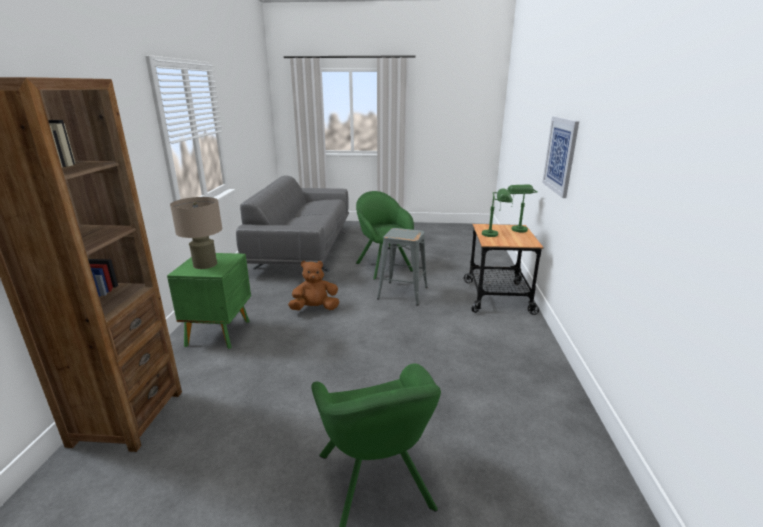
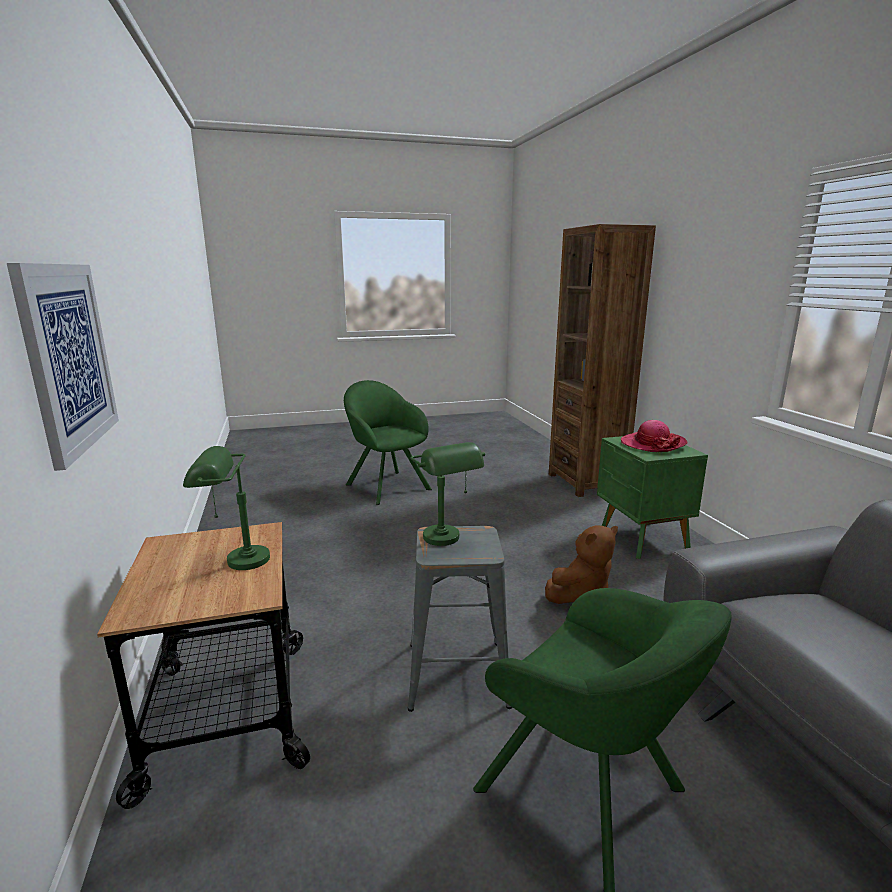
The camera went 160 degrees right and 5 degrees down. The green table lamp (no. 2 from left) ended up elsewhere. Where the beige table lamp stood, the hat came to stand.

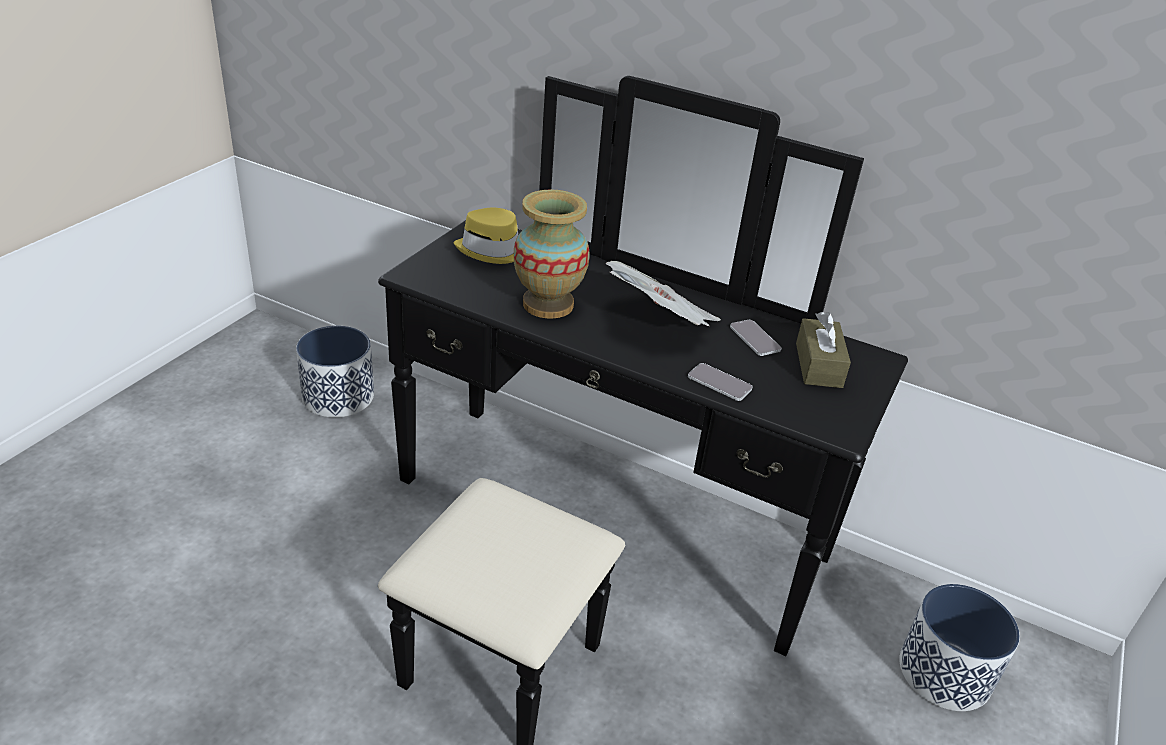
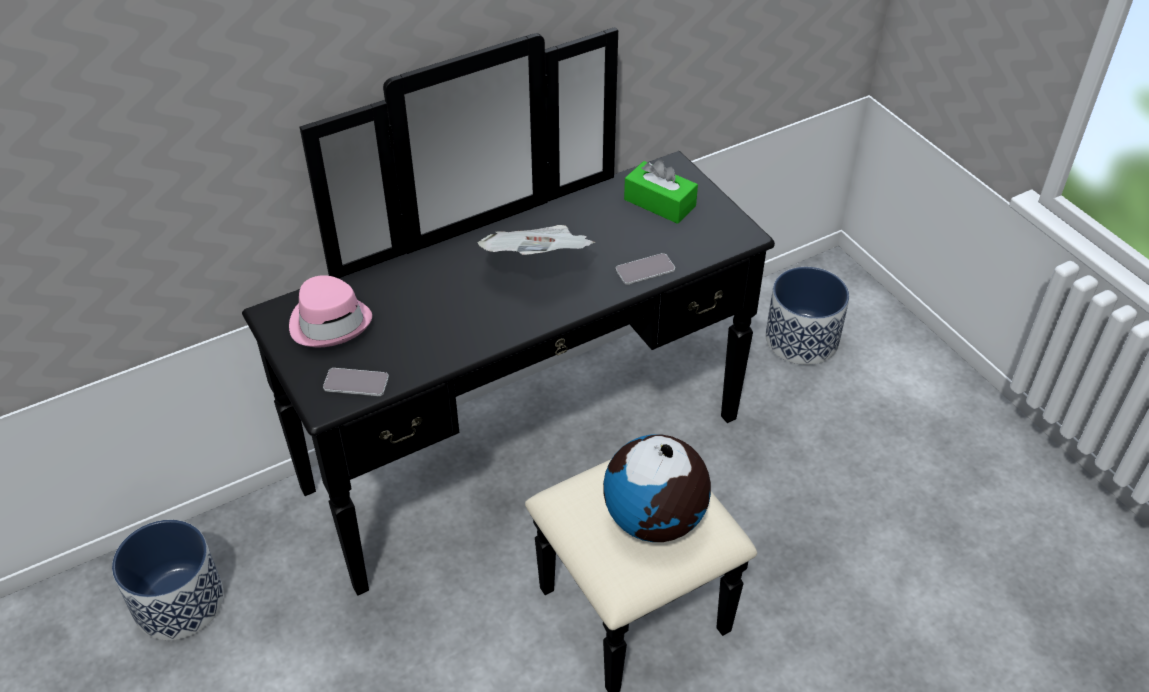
The camera went 55 degrees left and 10 degrees up. The second view lost the vase. What was the yellow hat turned into the pink hat. What was the brown tissue box turned into the green tissue box. The phone (no. 2 from left in the first image) ended up elsewhere. The second view gained the globe.

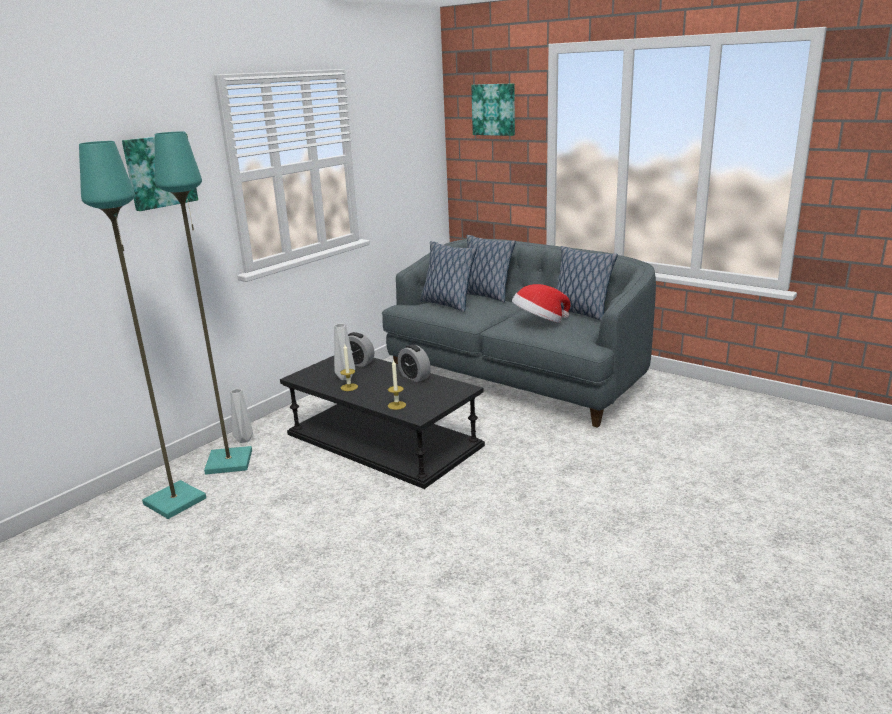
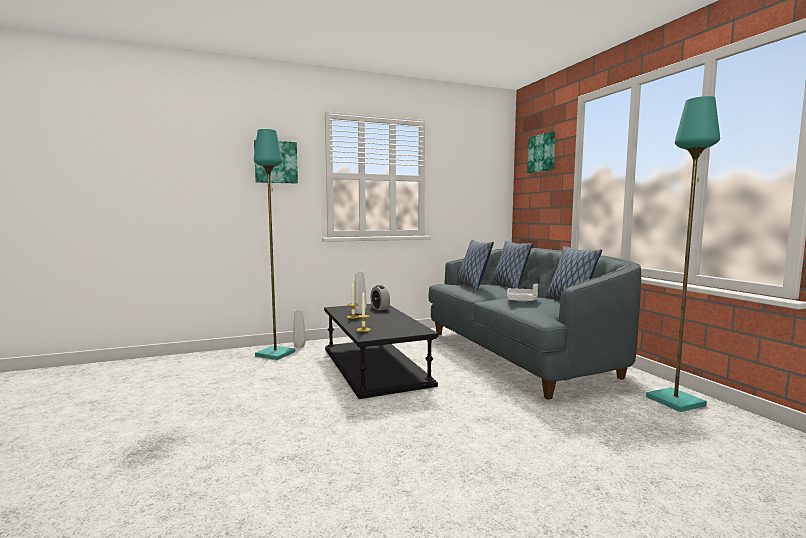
The camera went 30 degrees right and 15 degrees down. The turquoise floor lamp (no. 1 from left in the first image) ended up elsewhere. Where the hat stood, the grey tray came to stand. The second view lost the alarm clock (no. 2 from left).

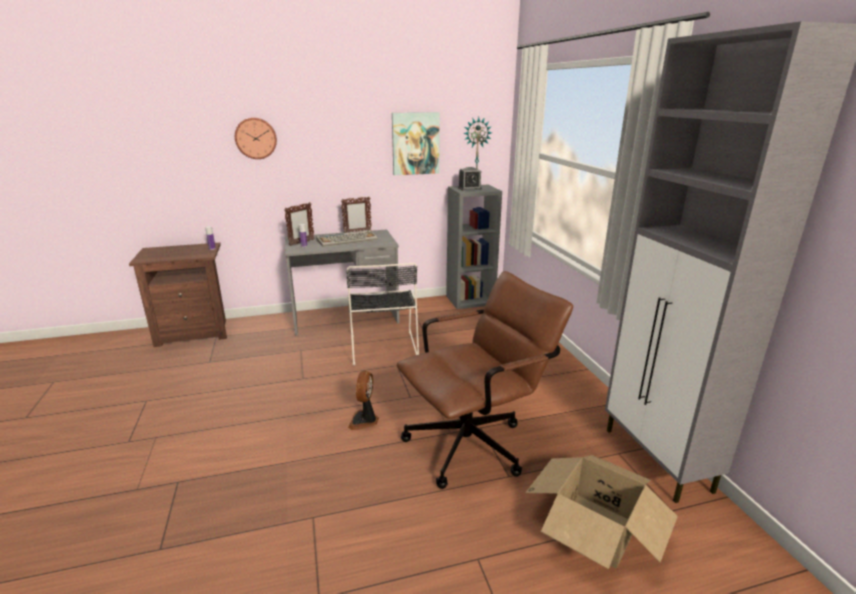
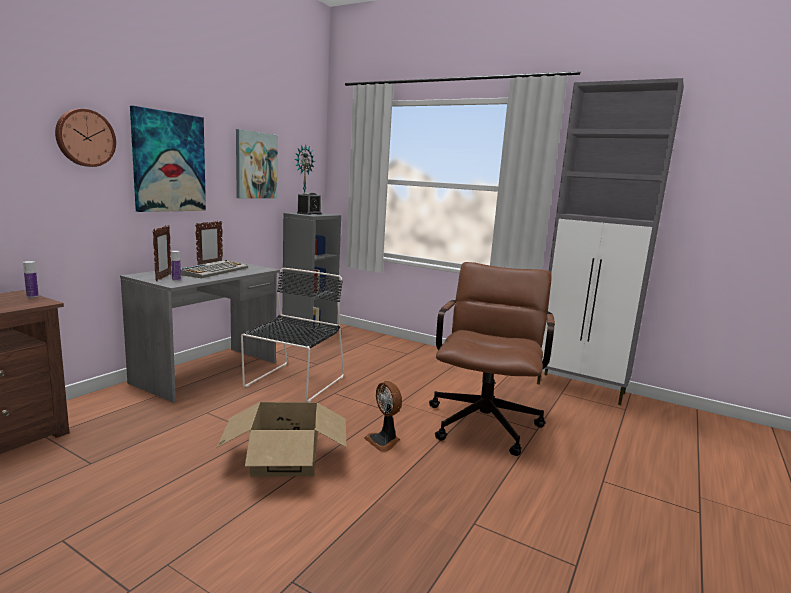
The camera went 45 degrees left and 10 degrees down. The black chair ended up facing another way, 105 degrees counterclockwise from before. The cardboard box ended up elsewhere. The second view gained the picture (no. 1 from left).

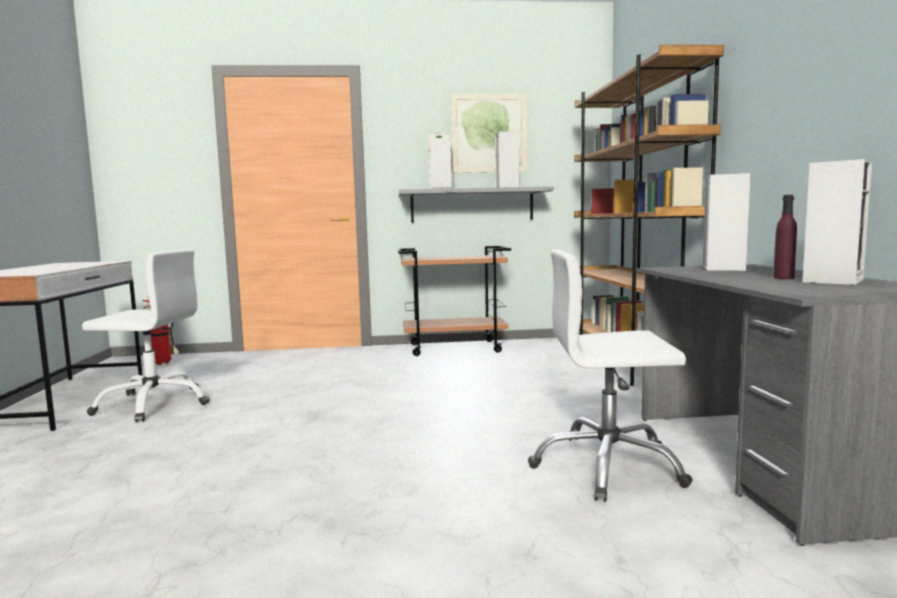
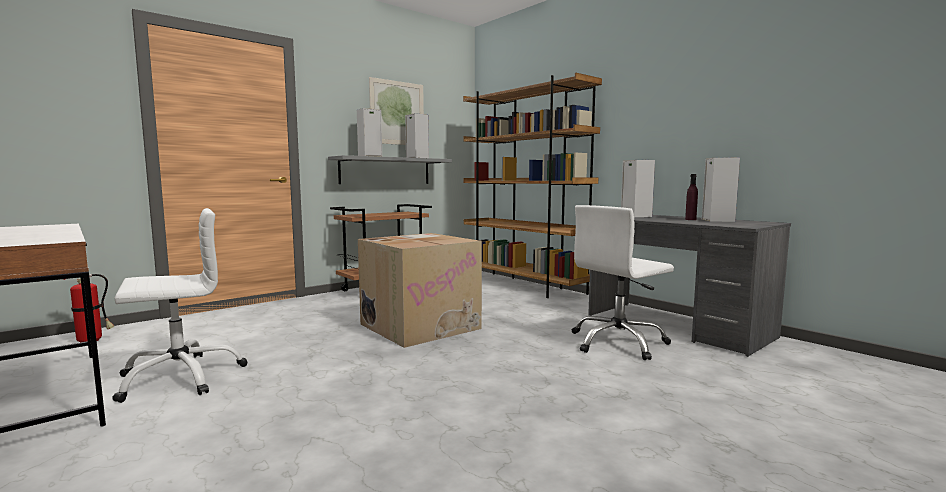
The camera went 35 degrees left and 0 degrees up. The second view gained the cardboard box.

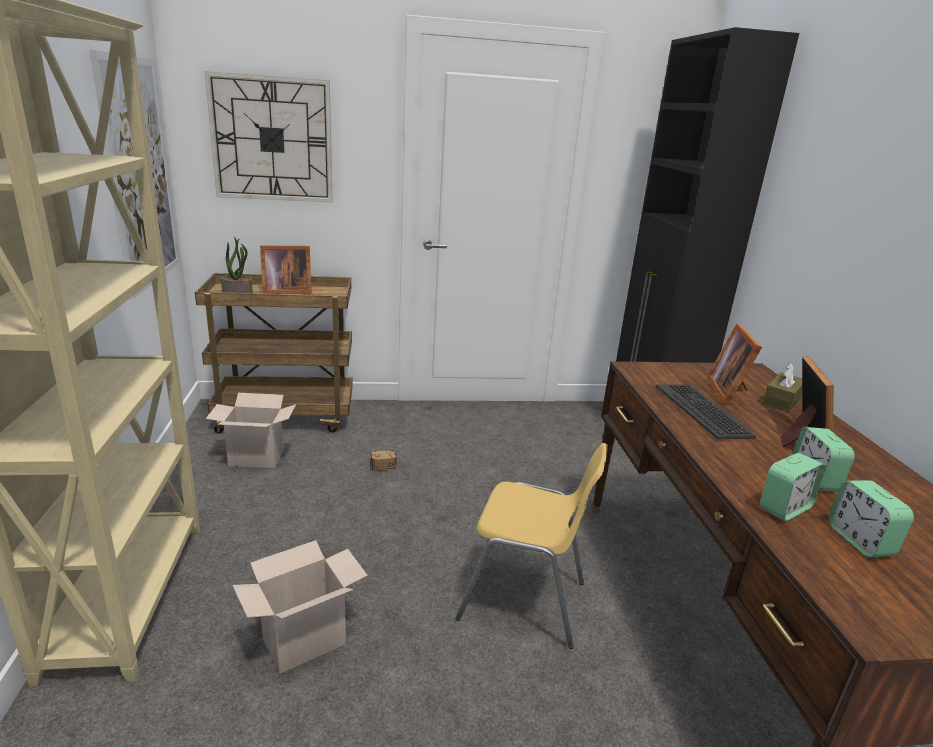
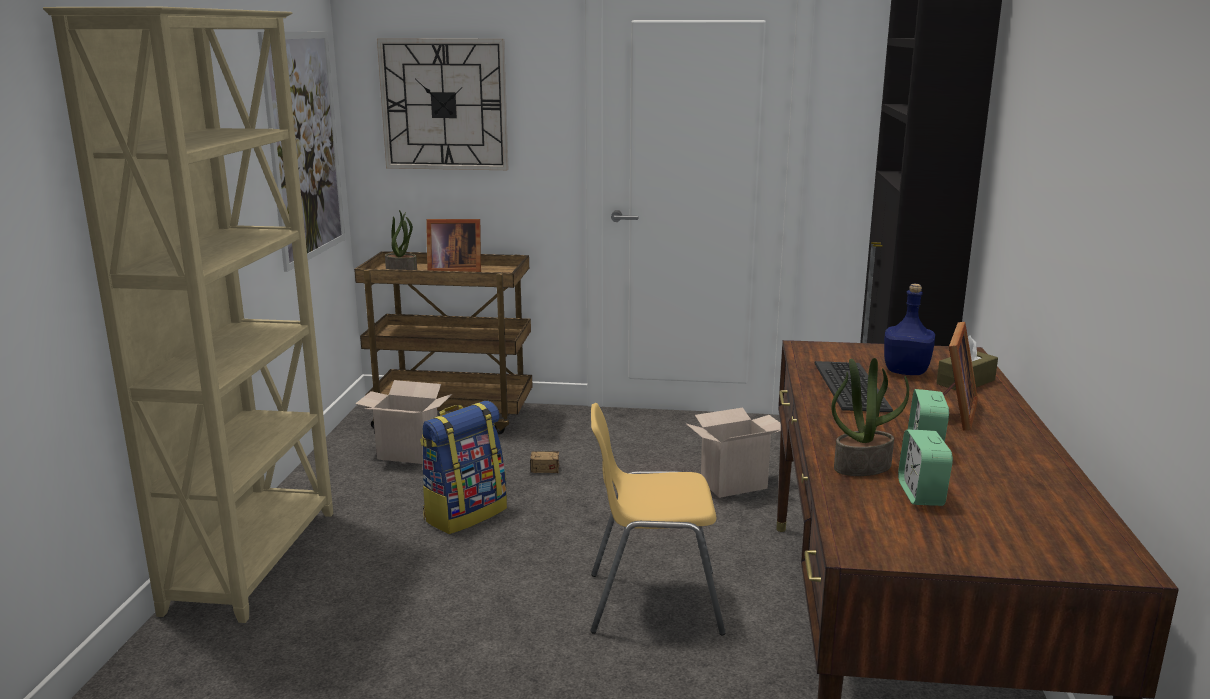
The camera went 15 degrees right and 5 degrees down. Where the picture frame (no. 2 from left) stood, the blue bottle came to stand. The yellow chair ended up facing another way, 150 degrees clockwise from before. Where the alarm clock (no. 1 from left) stood, the potted plant (no. 2 from left) came to stand. The cardboard box (no. 2 from left) ended up elsewhere. The second view gained the backpack.

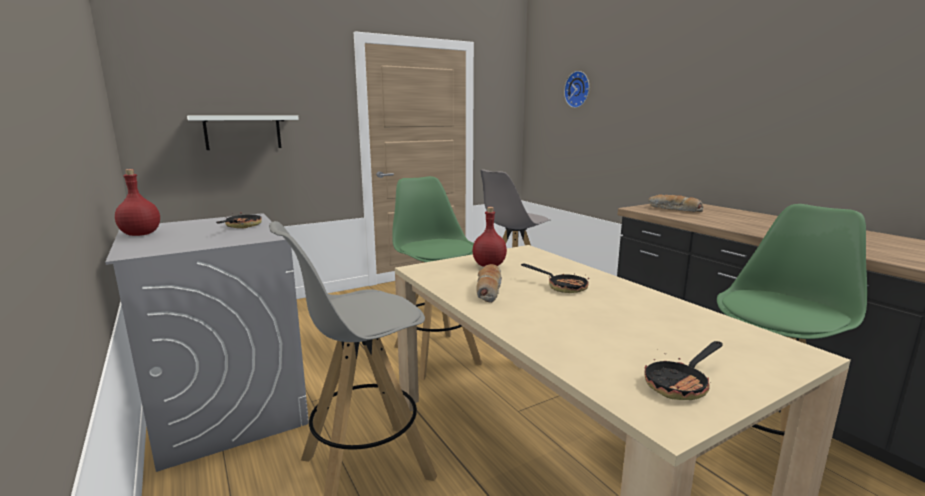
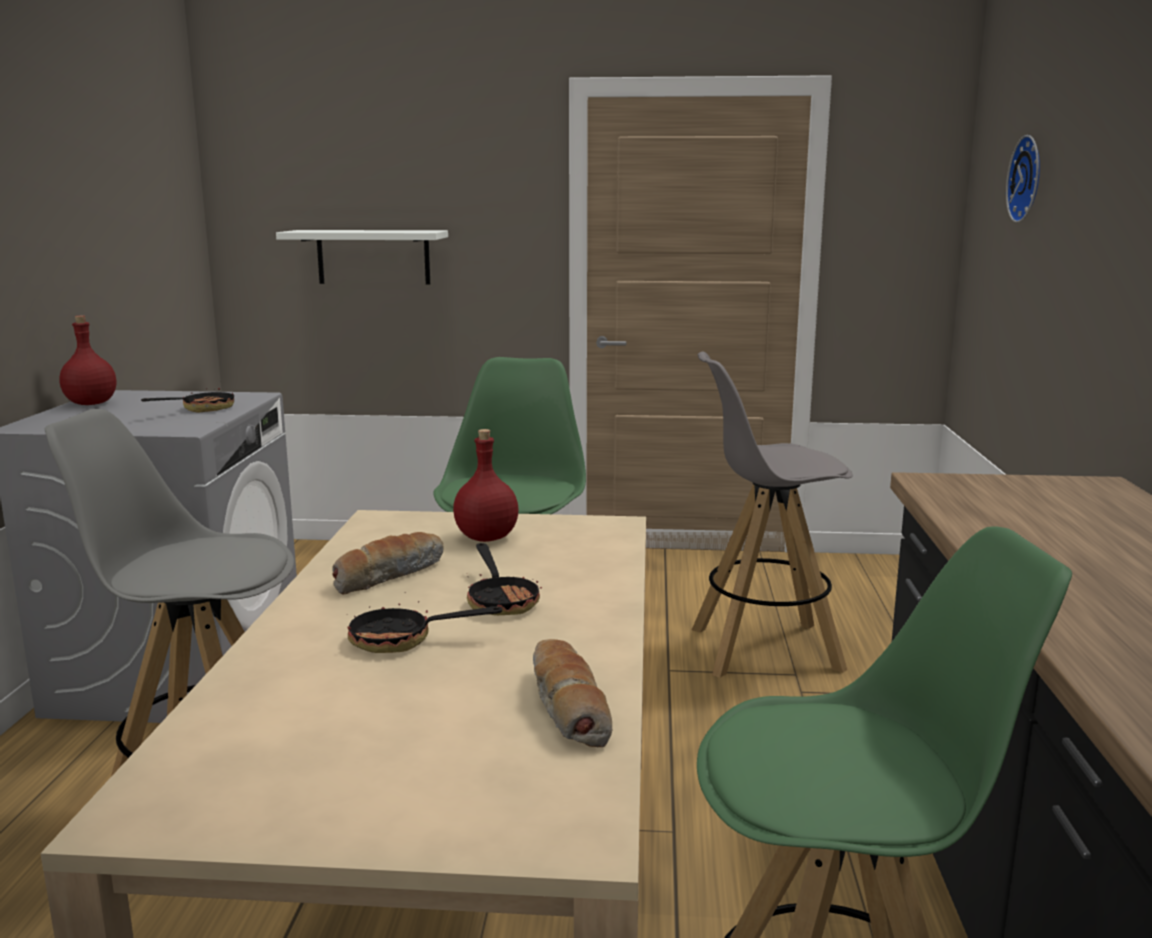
The camera went 35 degrees right and 0 degrees up. The bread (no. 2 from left) ended up elsewhere. The frying pan (no. 3 from left in the first image) ended up elsewhere.

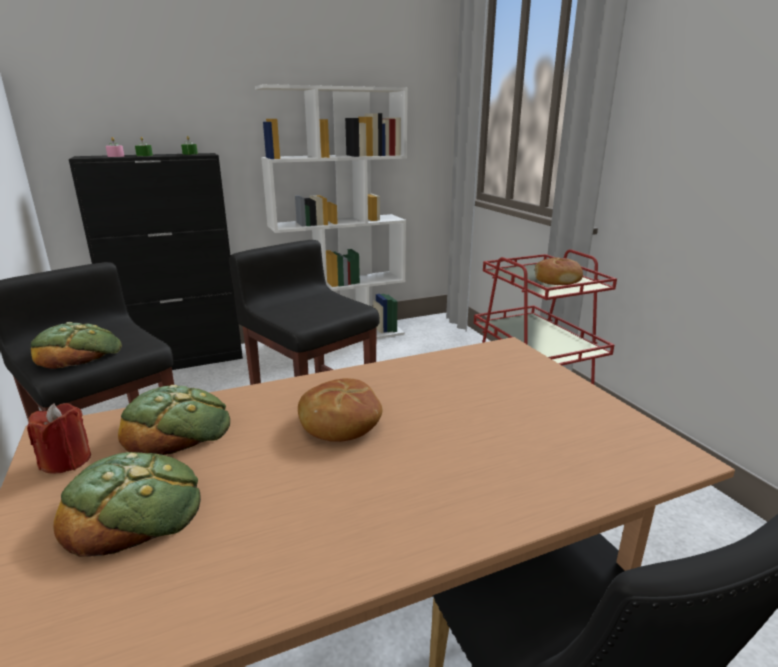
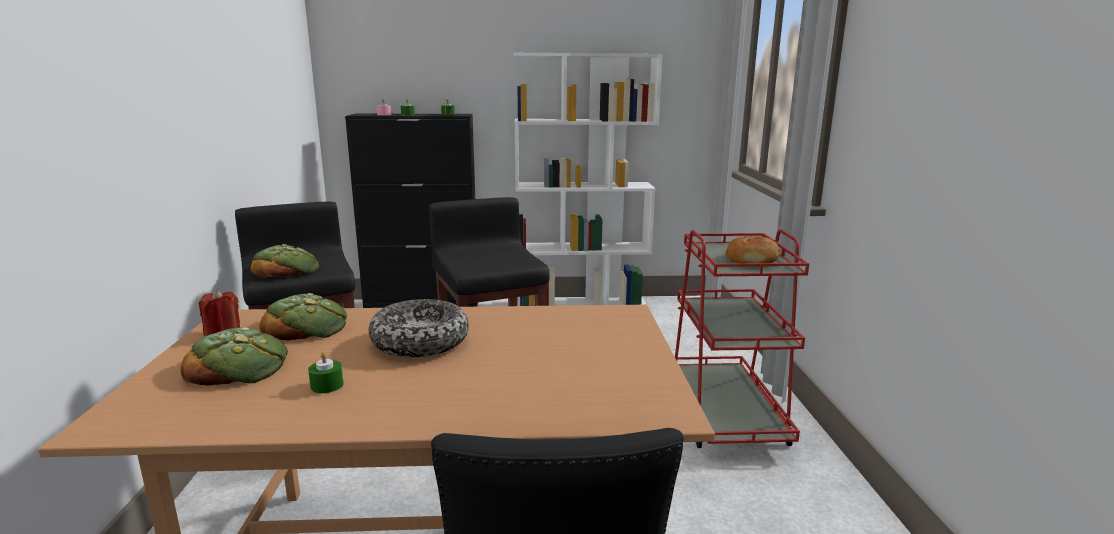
The camera went 20 degrees right and 5 degrees down. Where the bread (no. 4 from left) stood, the bowl came to stand. The second view gained the green candle (no. 1 from left).

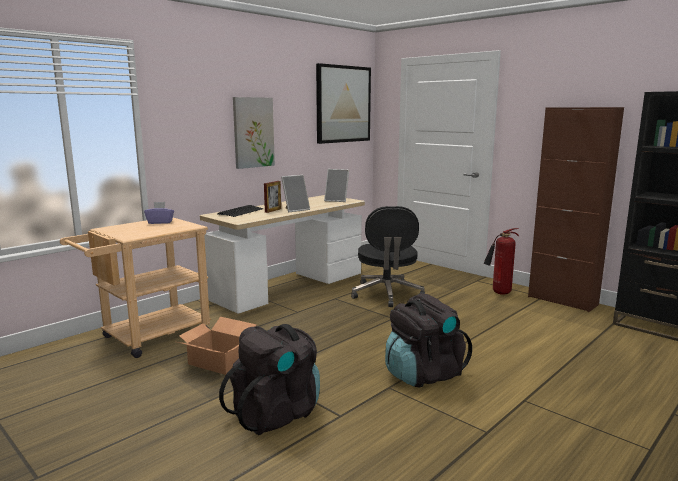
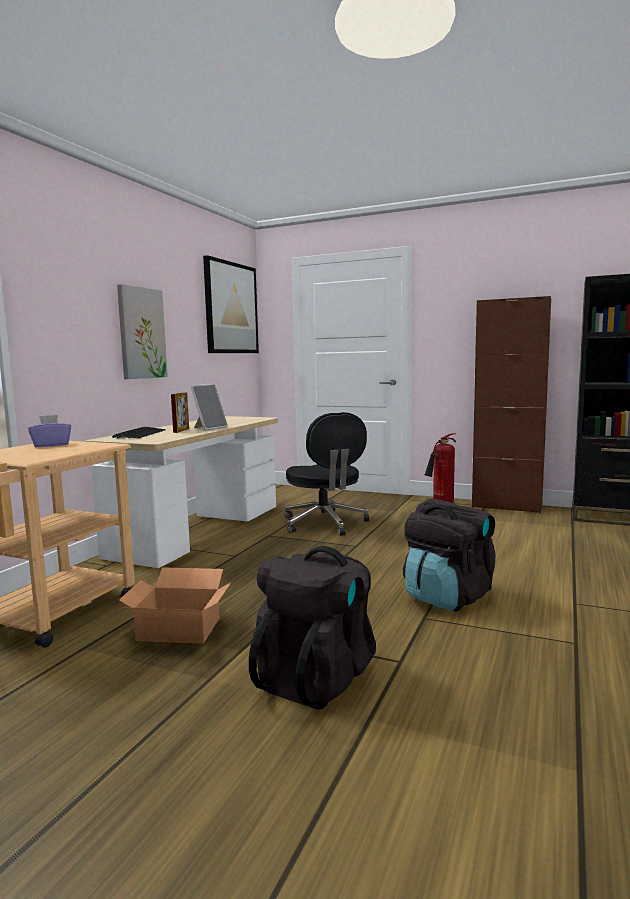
The camera went 20 degrees left and 5 degrees down. The second view lost the picture frame (no. 3 from left).

